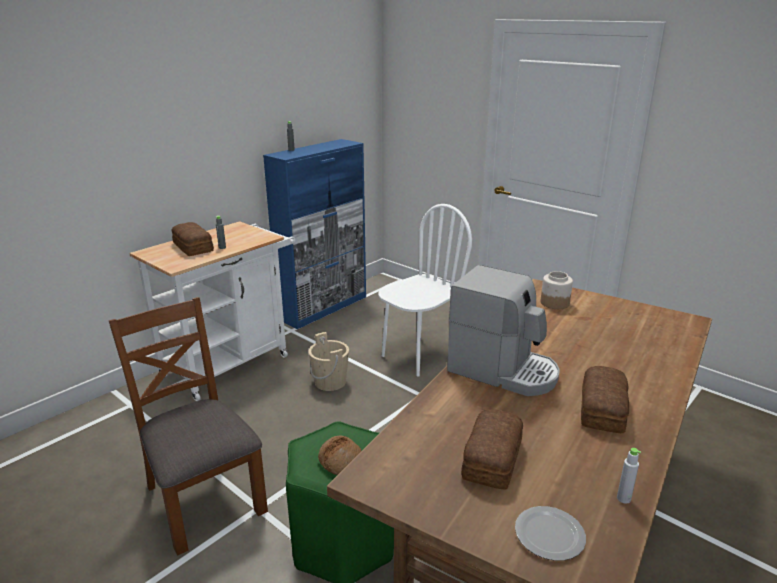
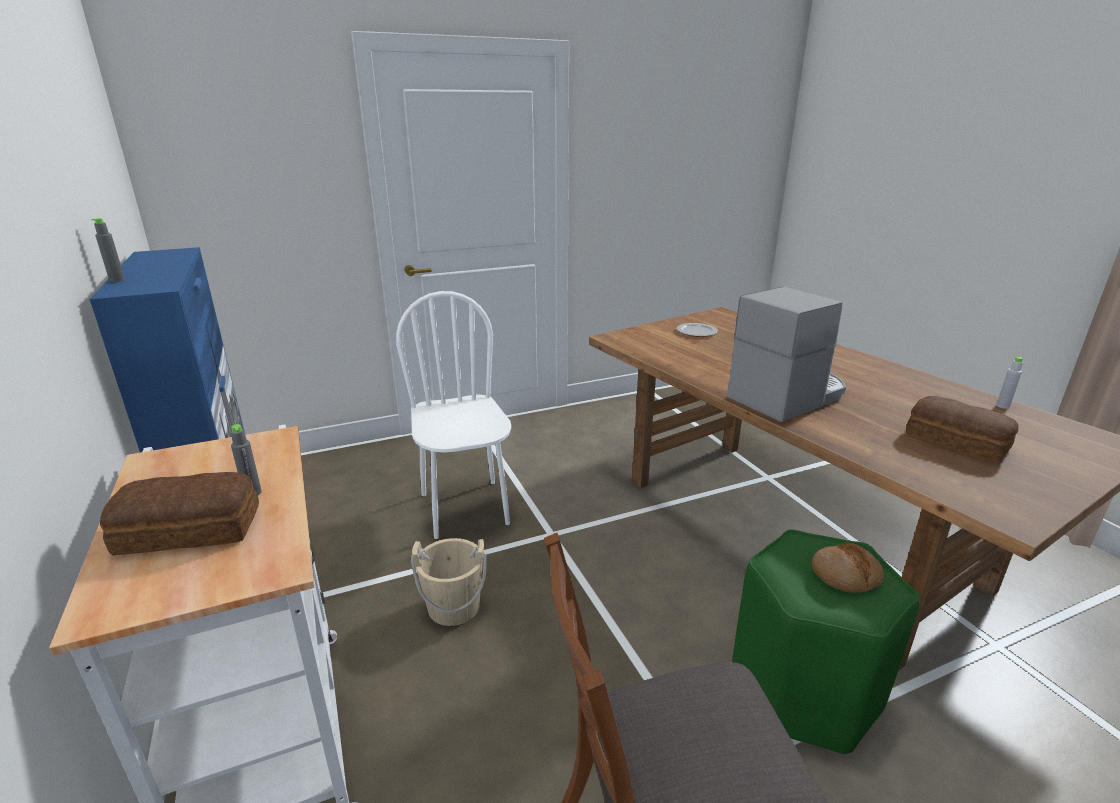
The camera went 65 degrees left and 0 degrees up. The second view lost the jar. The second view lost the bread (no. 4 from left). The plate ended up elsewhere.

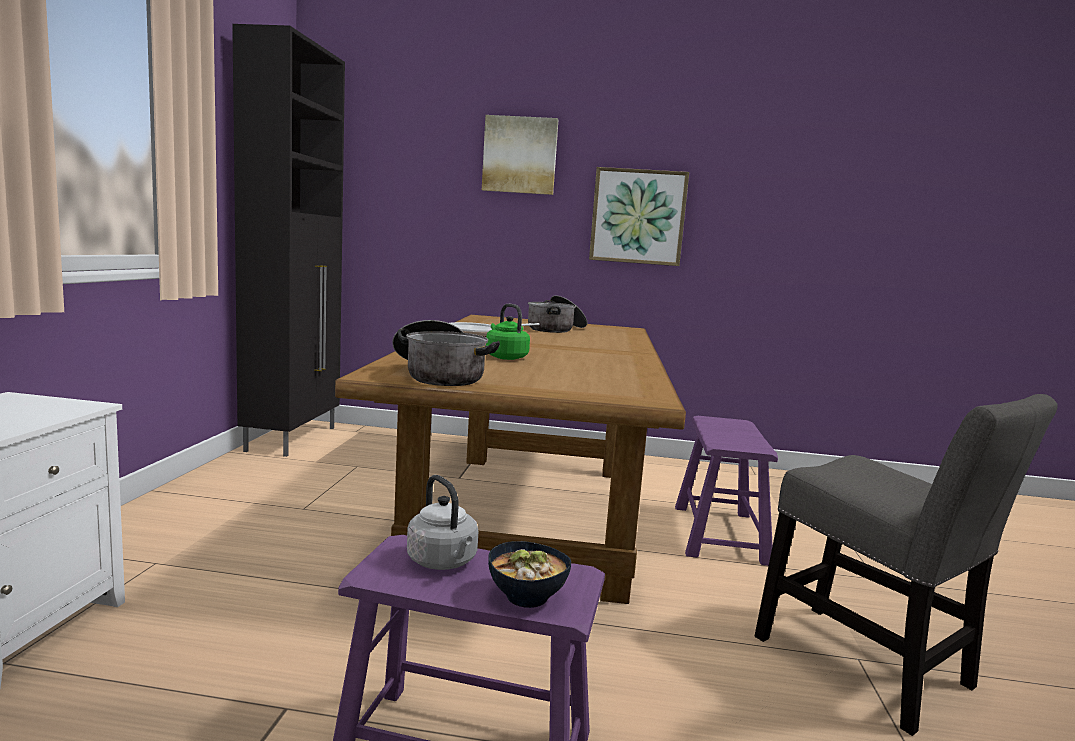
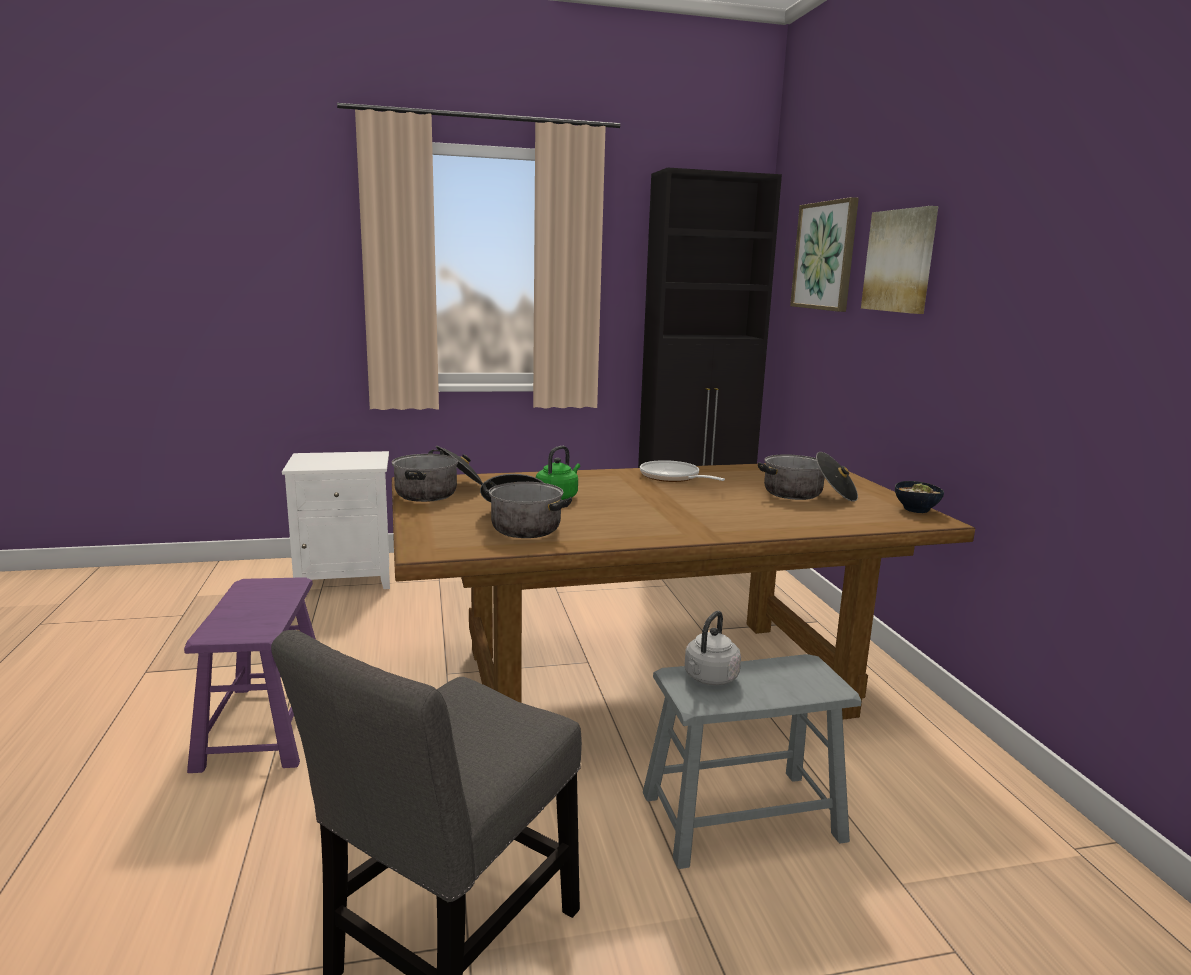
The camera went 70 degrees right and 5 degrees up. The picture (no. 2 from left in the first image) ended up elsewhere. What was the purple stool (no. 2 from left) turned into the grey stool. The grey kettle ended up elsewhere. The bowl ended up elsewhere. The second view gained the cooking pot (no. 2 from left).

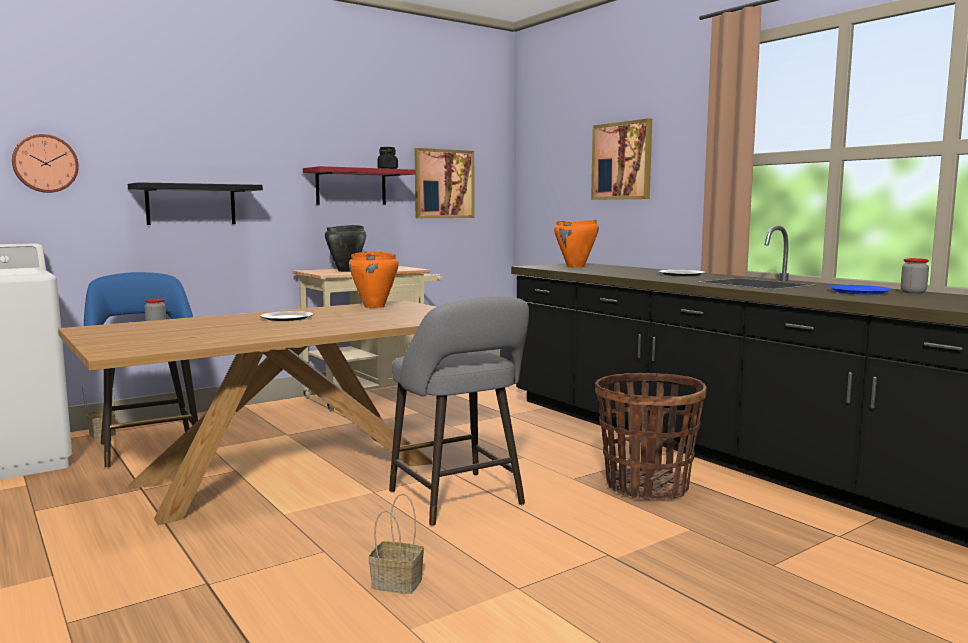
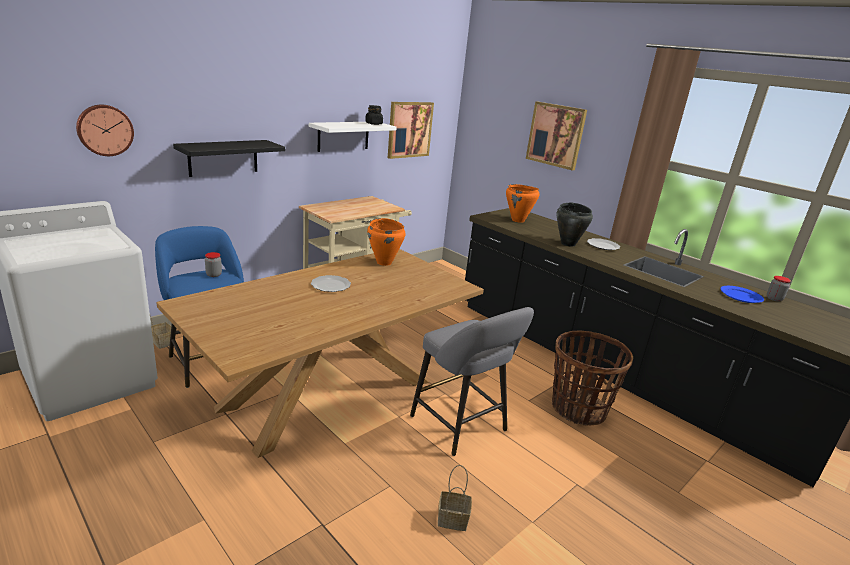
The camera went 10 degrees left and 15 degrees up. What was the red shelf turned into the white shelf. The black cooking pot ended up elsewhere.

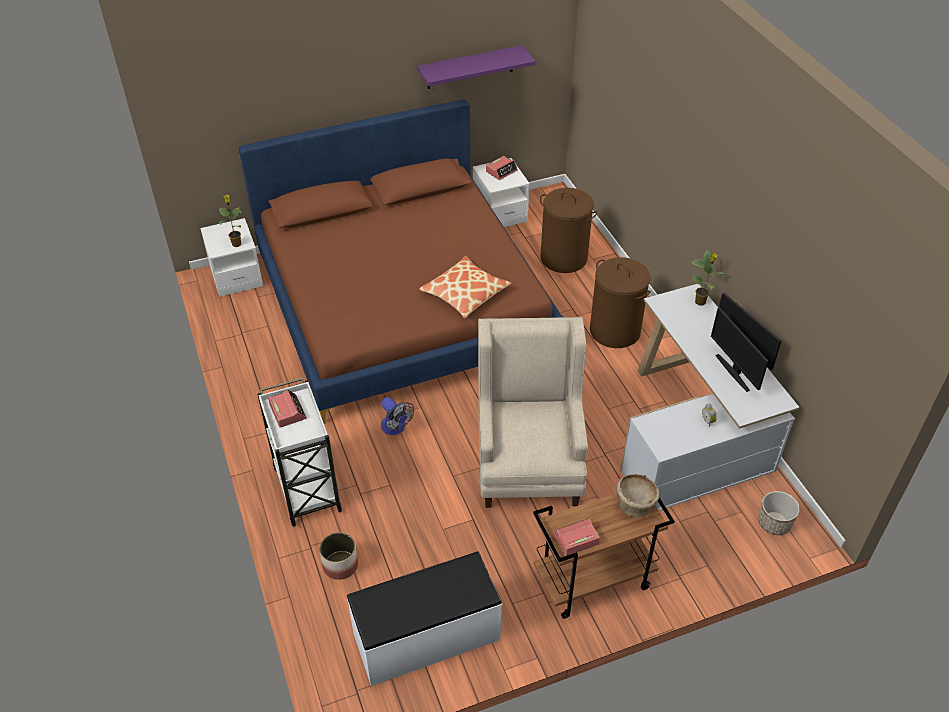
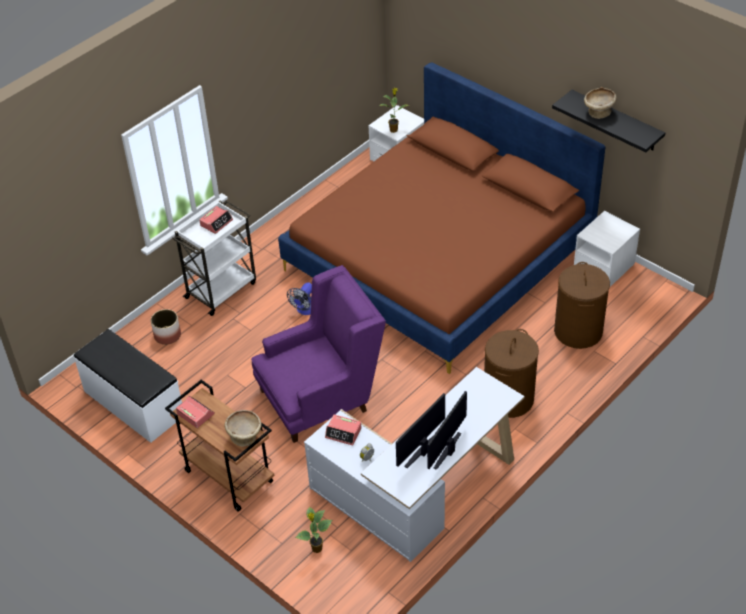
The camera went 65 degrees right and 0 degrees up. What was the purple shelf turned into the black shelf. The alarm clock (no. 2 from left in the first image) ended up elsewhere. The potted plant (no. 2 from left in the first image) ended up elsewhere. The second view lost the pillow. What was the beige armchair turned into the purple armchair. The second view lost the planter (no. 2 from left). The second view gained the beige bowl (no. 2 from left).

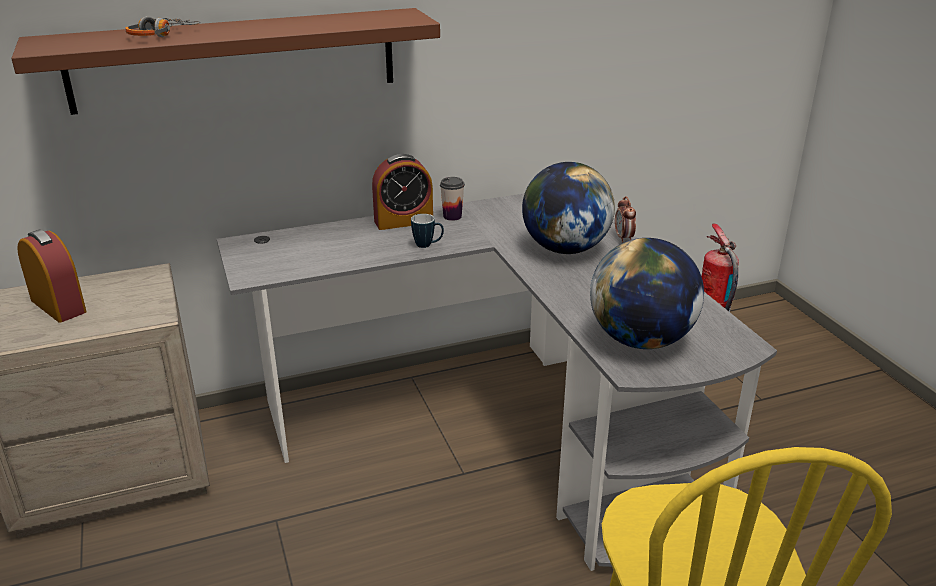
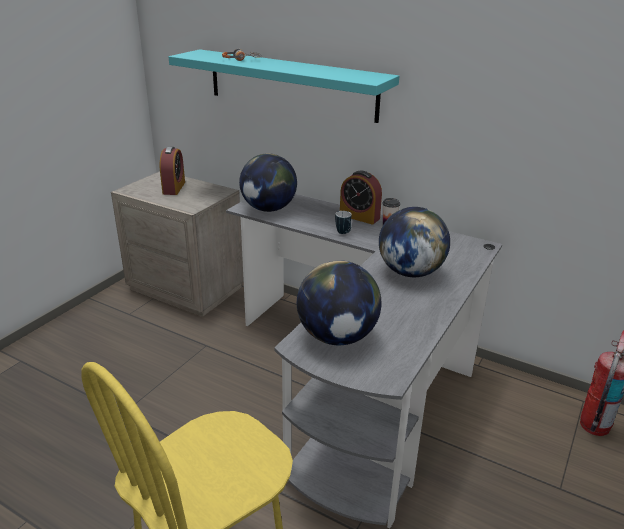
The camera went 50 degrees right and 0 degrees up. What was the brown shelf turned into the turquoise shelf. The second view lost the alarm clock (no. 3 from left). The second view gained the globe (no. 1 from left).

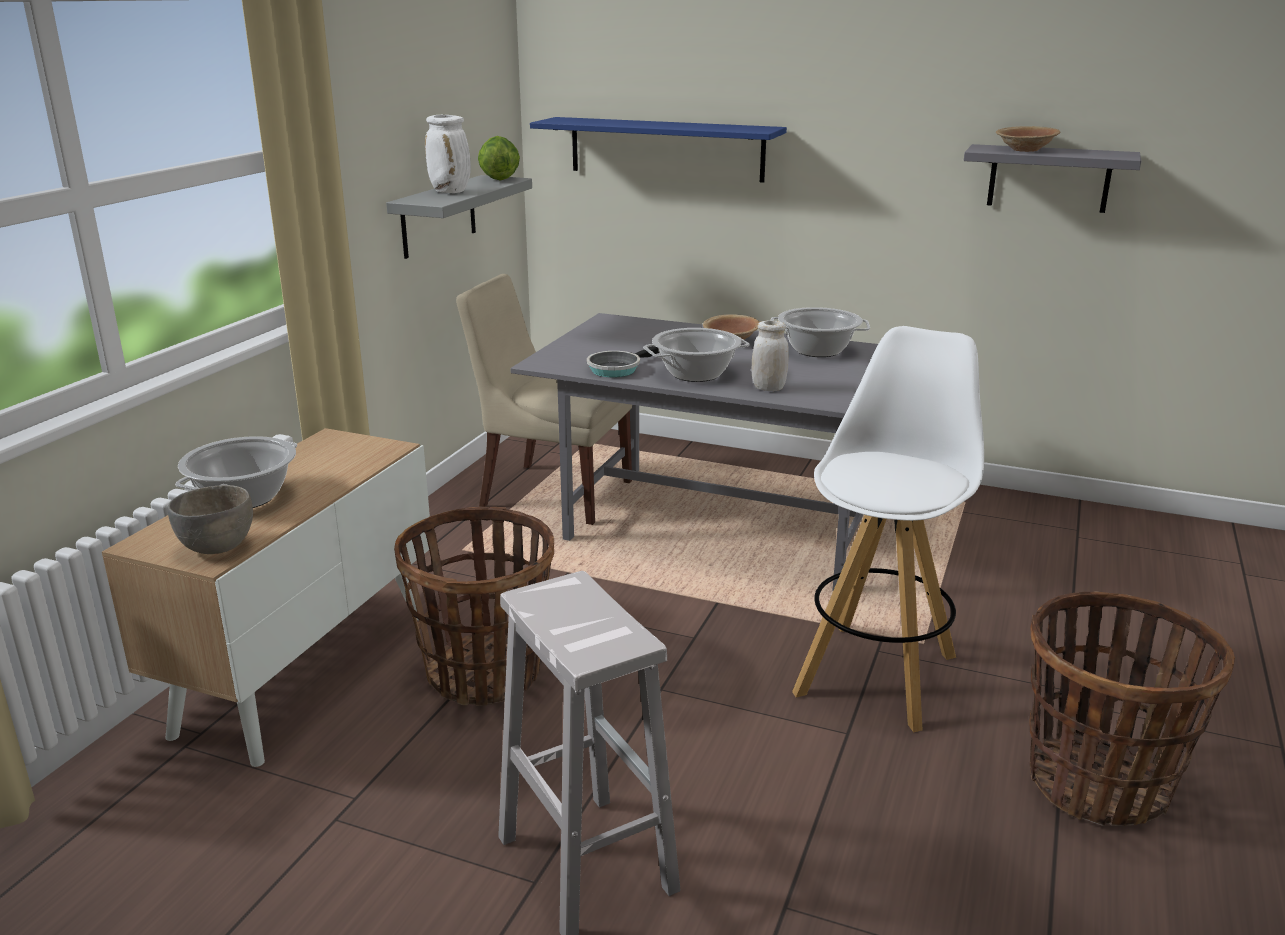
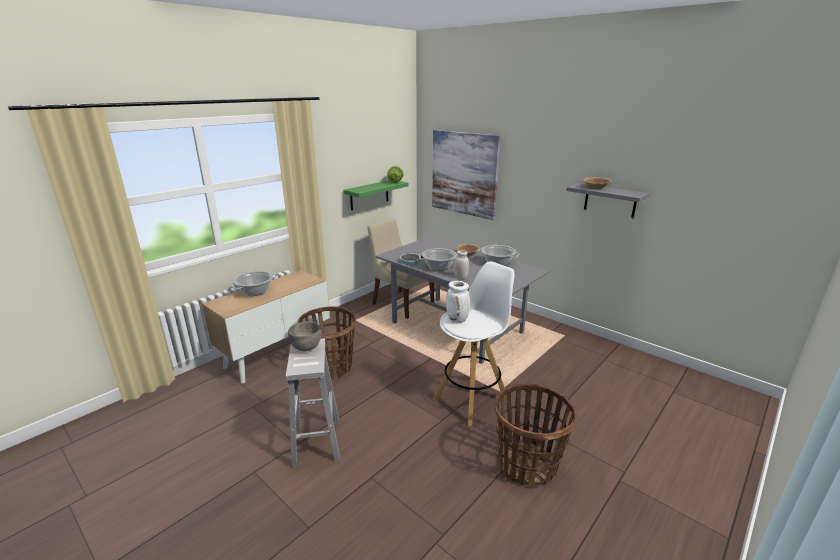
The camera went 20 degrees right and 0 degrees up. The white vase ended up elsewhere. Where the blue shelf hung, the picture came to hang. What was the grey shelf (no. 1 from left) turned into the green shelf. The grey bowl ended up elsewhere.

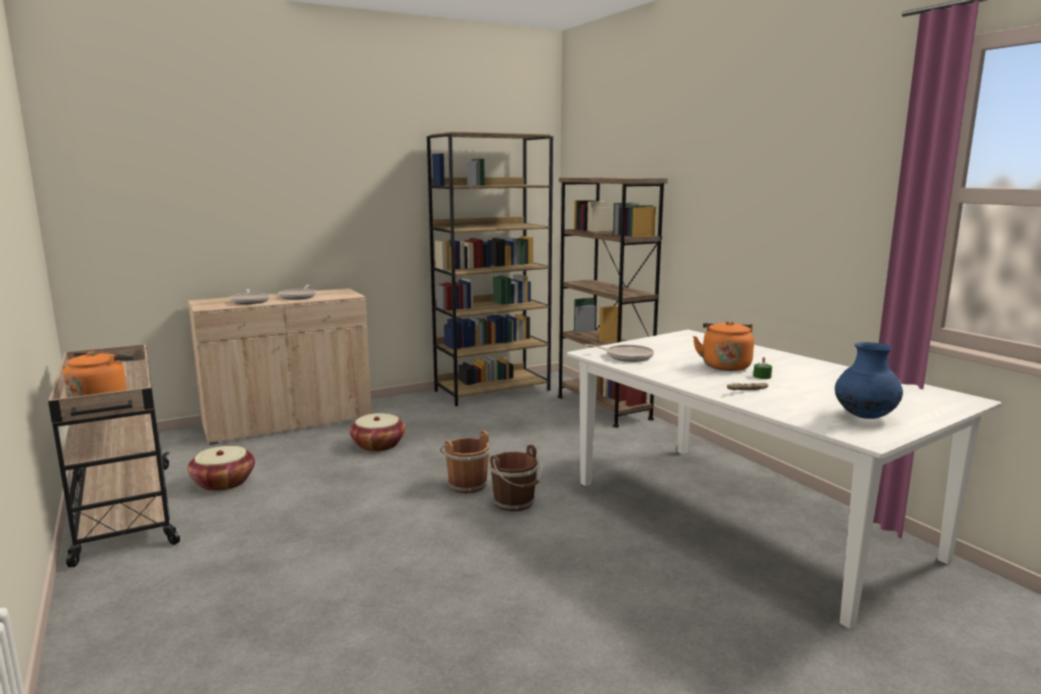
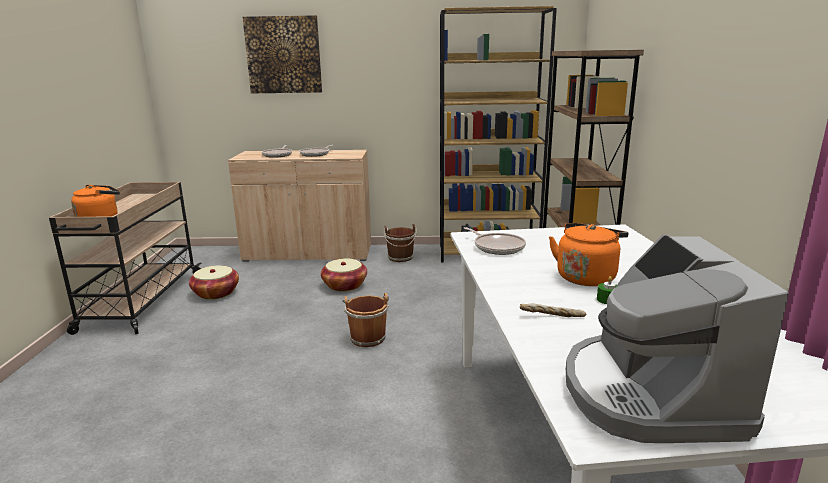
The camera went 30 degrees right and 5 degrees up. Where the blue vase stood, the coffee machine came to stand. The brown bucket (no. 2 from left) ended up elsewhere. The second view gained the picture.

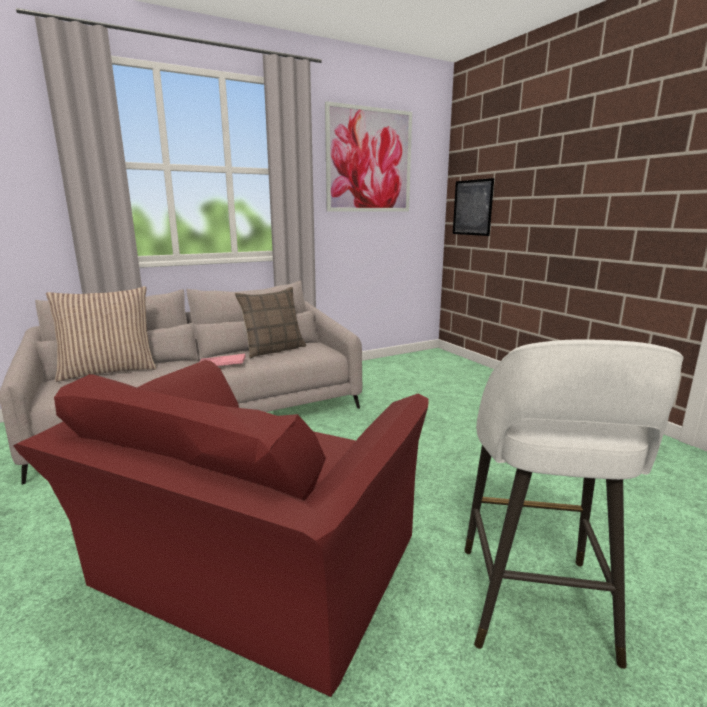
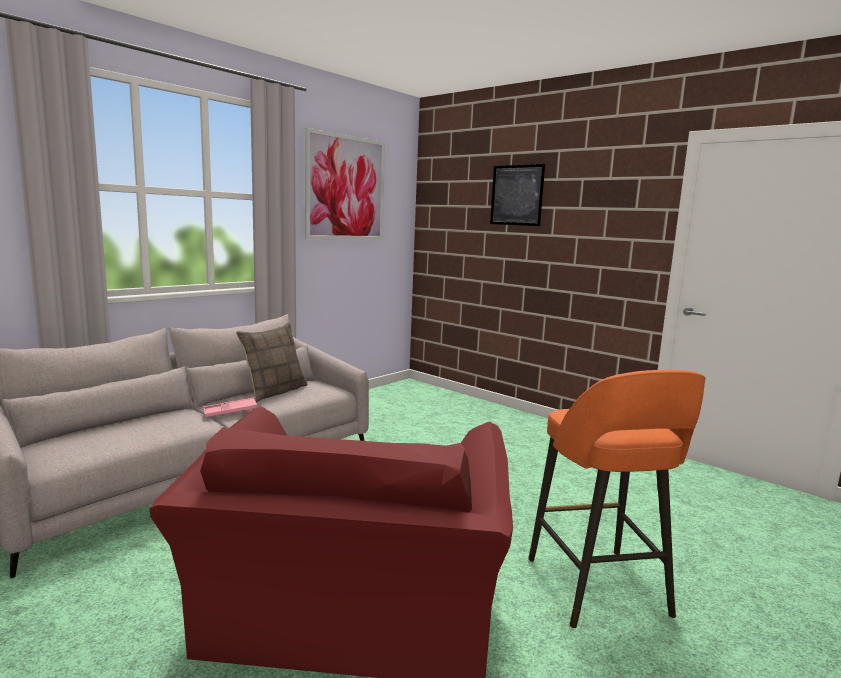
The camera went 20 degrees left and 5 degrees down. The picture (no. 2 from left) ended up elsewhere. The second view lost the pillow (no. 1 from left). What was the white stool turned into the orange stool.

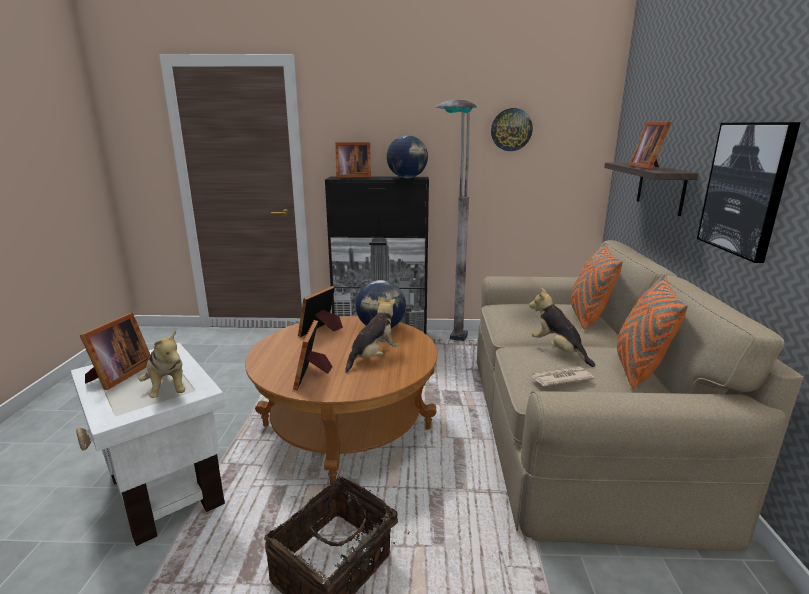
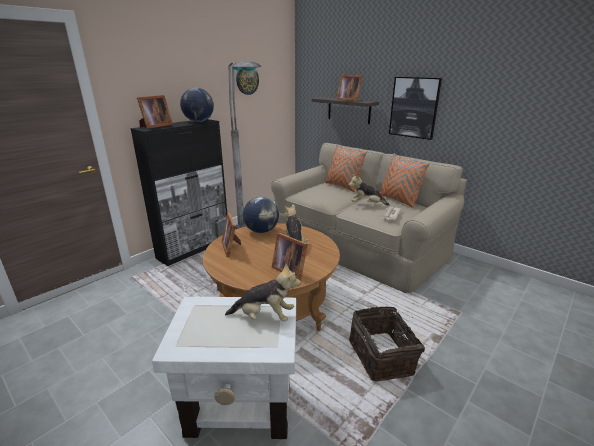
The camera went 50 degrees left and 5 degrees up. The second view lost the picture frame (no. 1 from left).

